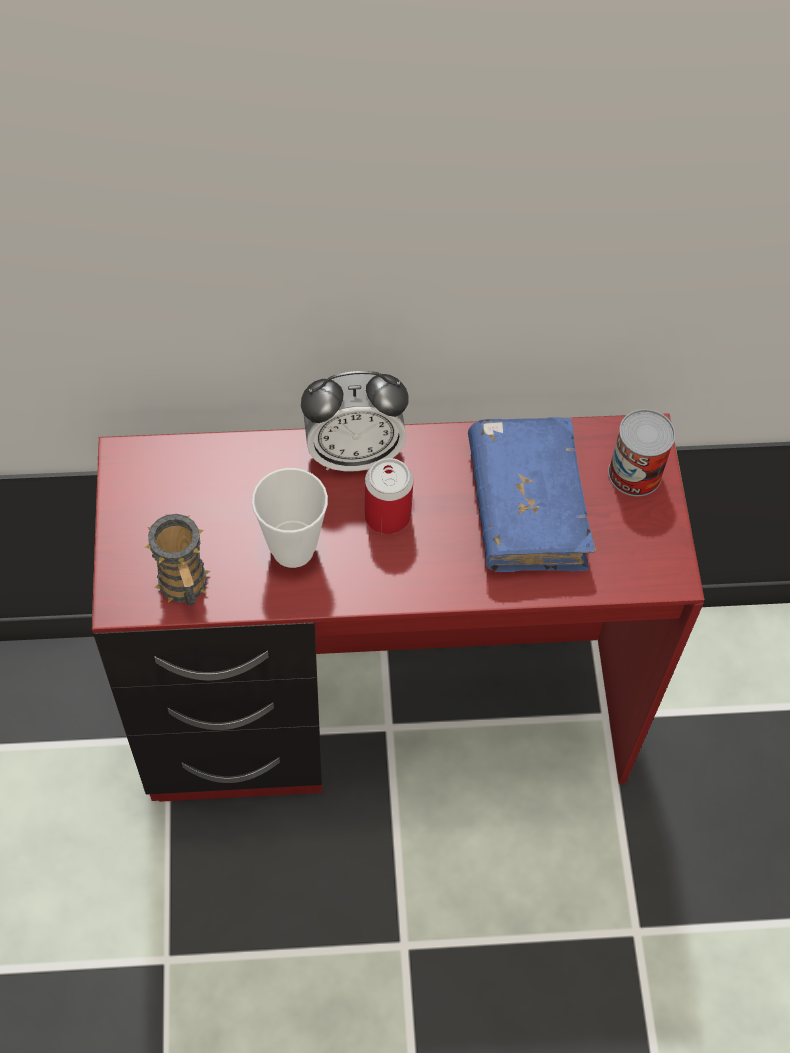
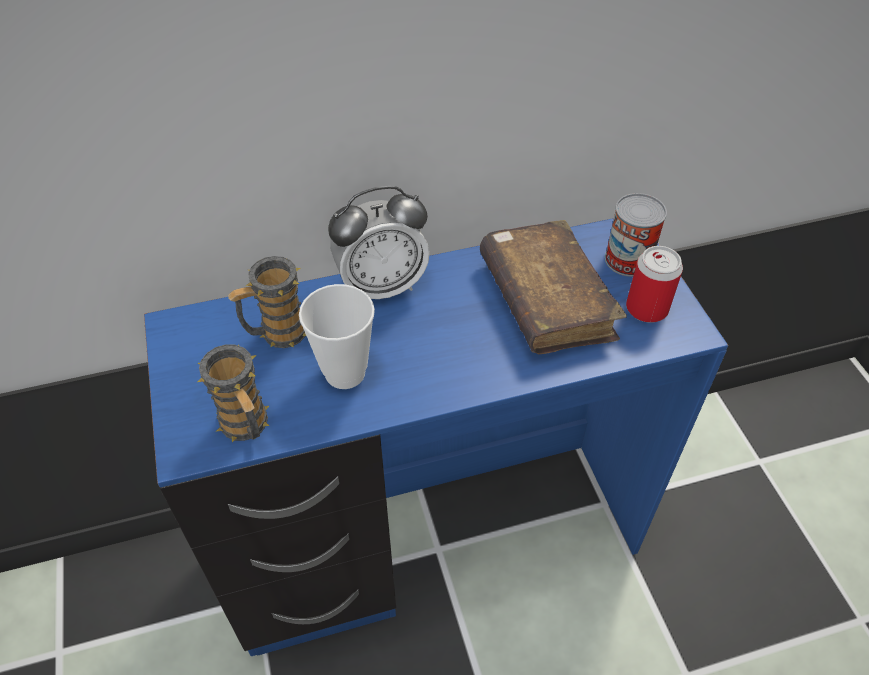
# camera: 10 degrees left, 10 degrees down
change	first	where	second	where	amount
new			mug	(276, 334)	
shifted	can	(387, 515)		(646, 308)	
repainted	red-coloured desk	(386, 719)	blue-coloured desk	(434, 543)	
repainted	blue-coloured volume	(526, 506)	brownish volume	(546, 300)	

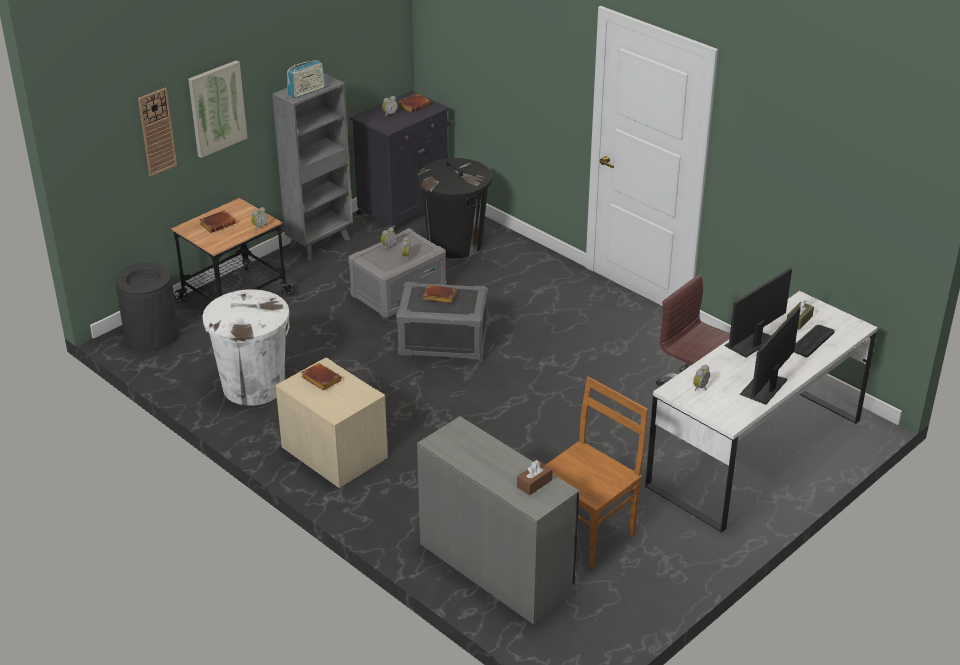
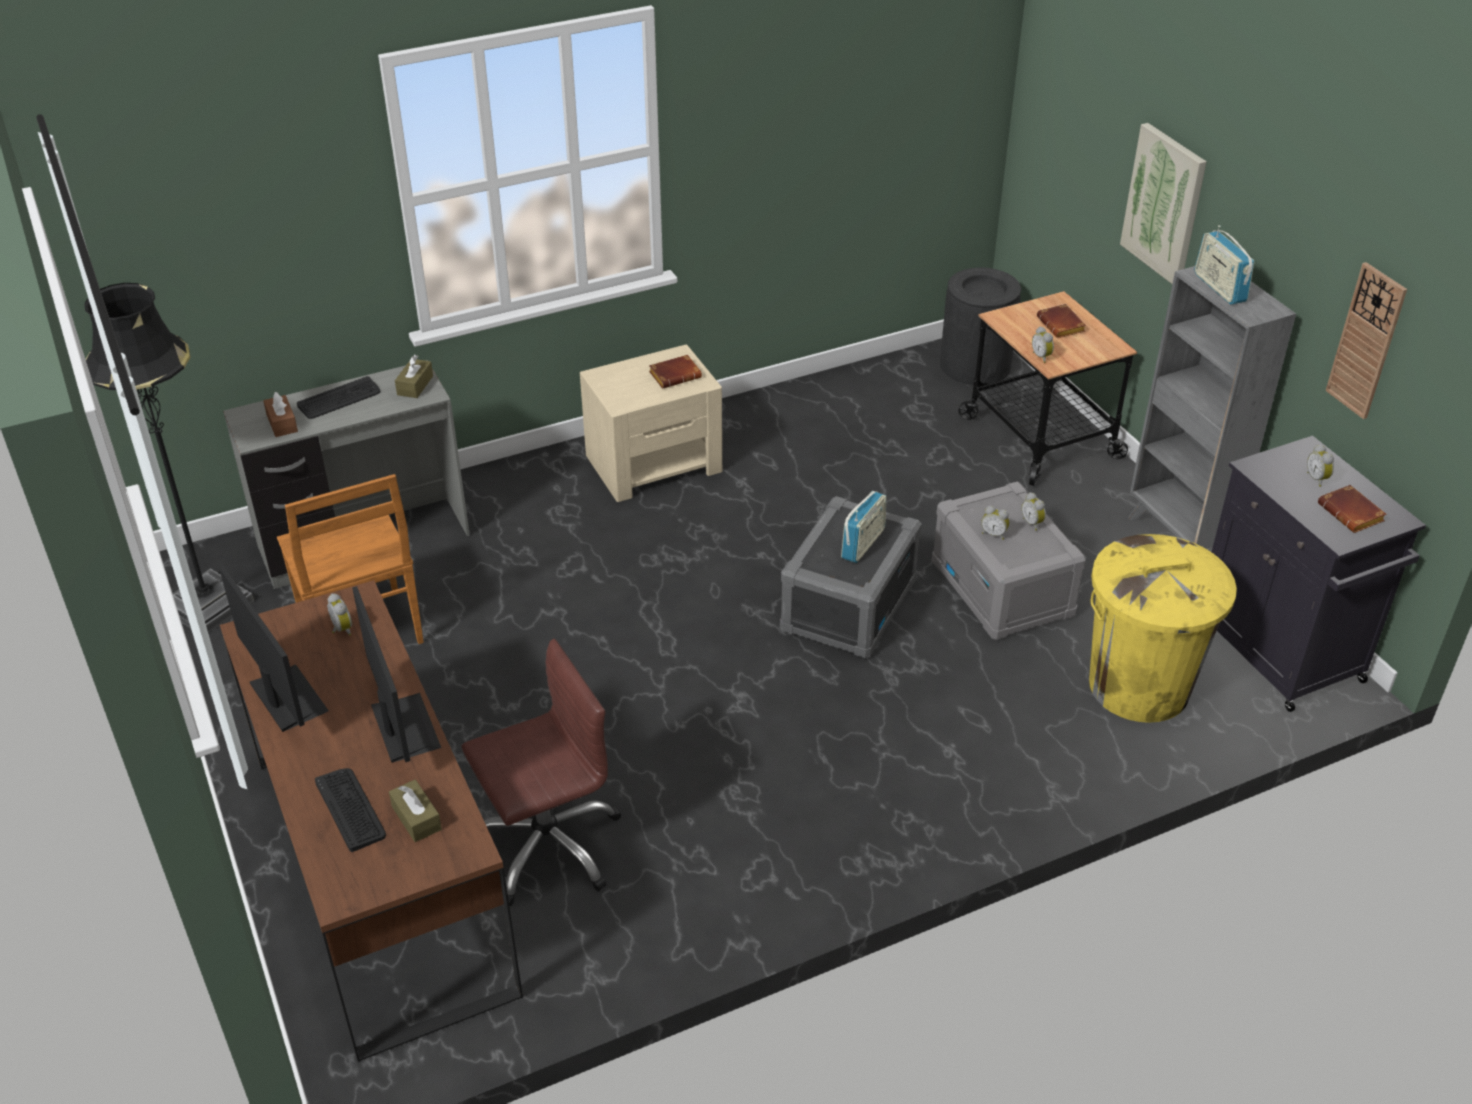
# camera: 110 degrees right, 5 degrees up
change	first	where	second	where	amount
gone	white rubbish bin	(253, 386)			
new			black standard lamp	(208, 605)	
new			keyboard	(339, 399)	
new			brownish tissue holder	(415, 385)	
shifted	wall clock	(157, 132)		(1366, 341)	
swapped	brownish volume	(438, 297)	radio set	(863, 544)	
repainted	black rubbish bin	(455, 243)	yellow-coloured rubbish bin	(1139, 686)	
repainted	white desk	(755, 452)	brownish desk	(382, 871)	

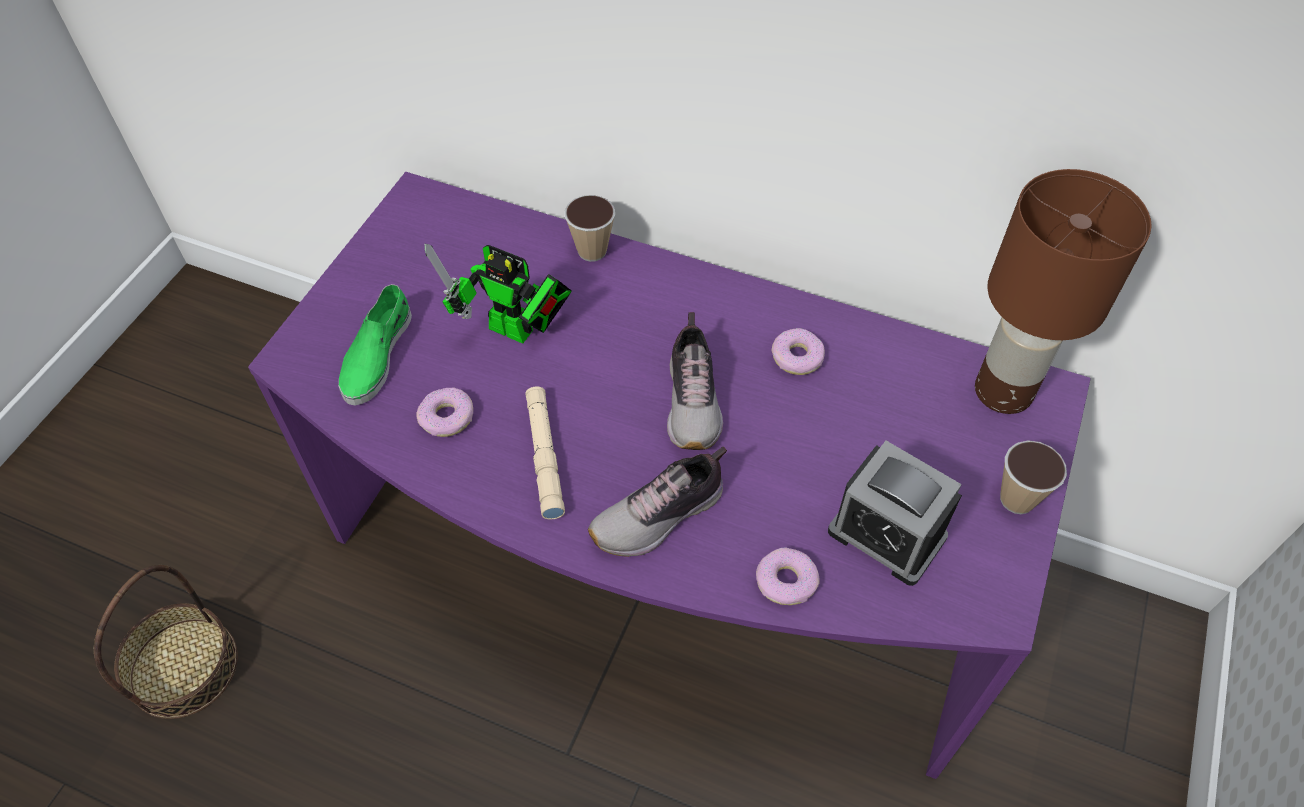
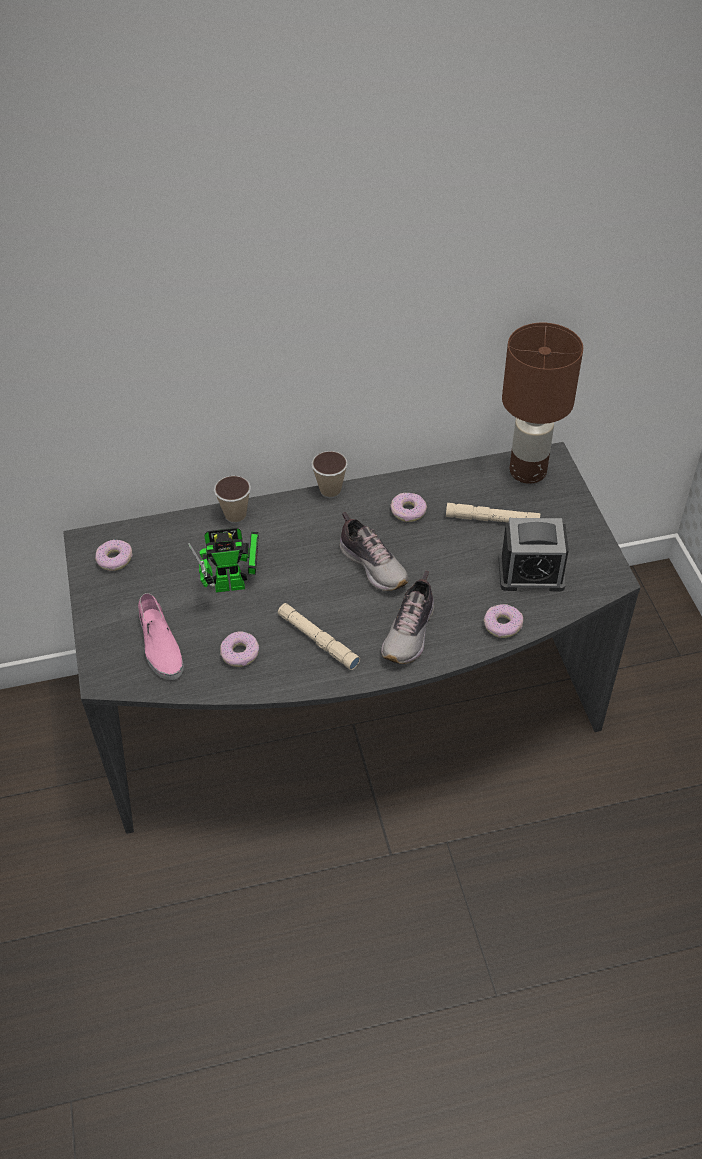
# camera: 35 degrees left, 5 degrees down
change	first	where	second	where	amount
gone	household basket	(183, 667)			
new			donut	(114, 559)	
new			sand-coloured hand torch	(492, 519)	
shifted	cup	(1017, 499)		(330, 491)	
repainted	purple-coloured desk	(656, 562)	grey desk	(352, 715)	
repainted	green-coloured shoe	(376, 355)	pinkish shoe	(160, 645)	

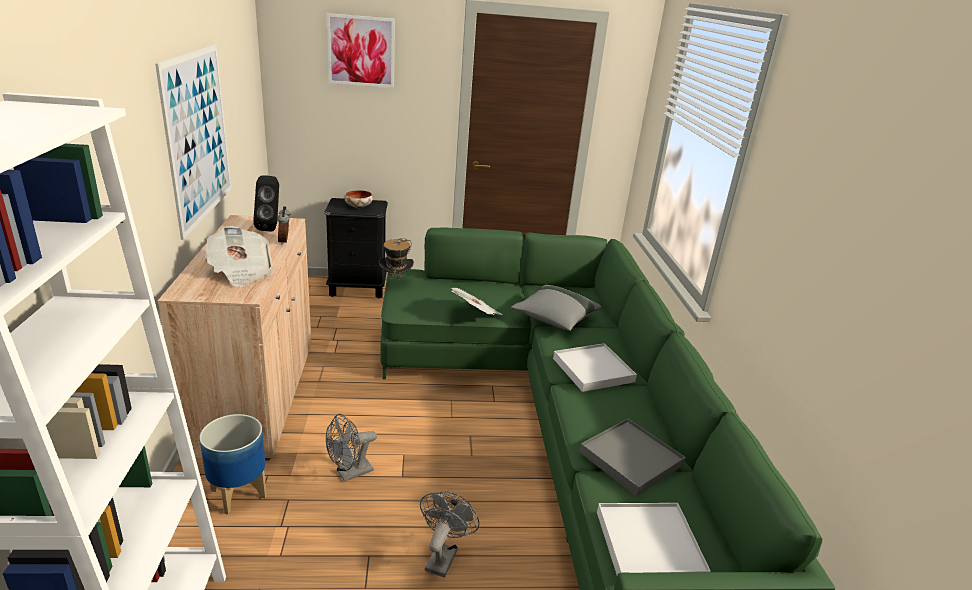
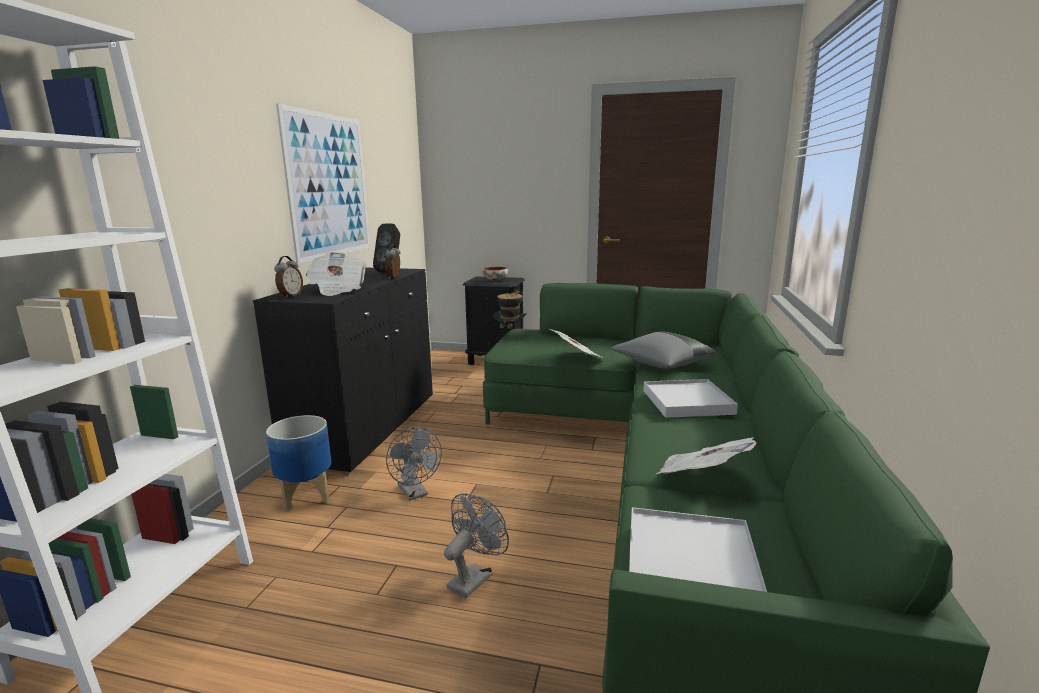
# camera: 20 degrees right, 10 degrees down
change	first	where	second	where	amount
gone	picture	(361, 51)			
new			table clock	(290, 296)	
swapped	grey serving tray	(630, 459)	daily paper	(701, 478)	
repainted	sand-coloured storage cabinet	(257, 395)	black storage cabinet	(366, 427)	
rotated	grey electric fan	(350, 473)		(415, 493)	105 degrees counterclockwise

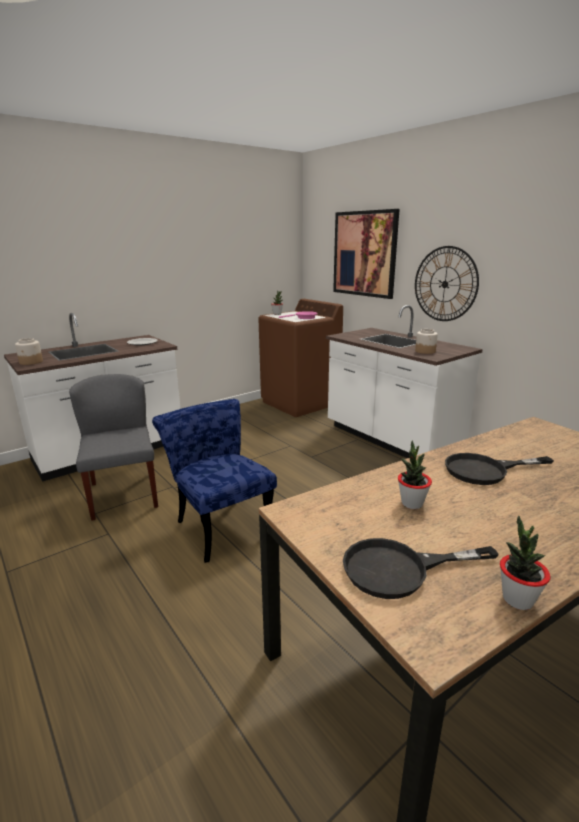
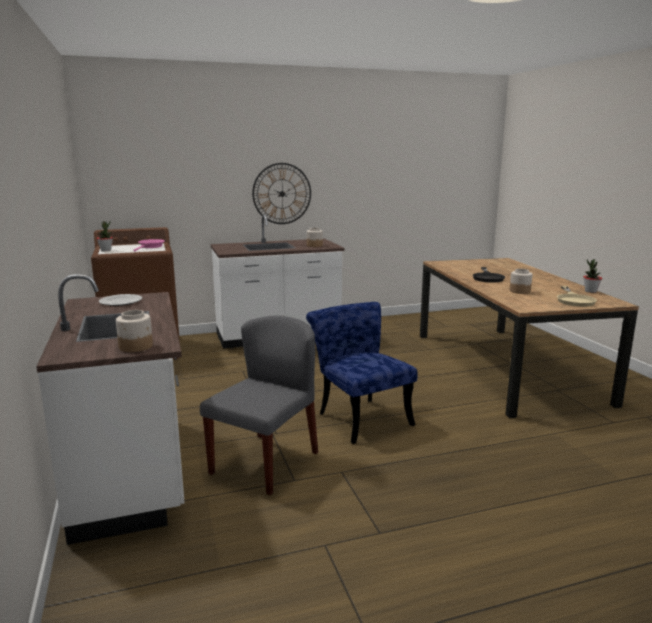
# camera: 70 degrees left, 5 degrees down
change	first	where	second	where	amount
gone	picture	(364, 254)			
swapped	plant in a pot	(411, 503)	preserve jar	(519, 291)	
repainted	black frying pan	(399, 569)	sand-coloured frying pan	(574, 300)	
rotated	grey chair	(123, 494)		(265, 462)	120 degrees clockwise
rotated	blue-coloured chair	(220, 523)		(359, 416)	75 degrees clockwise

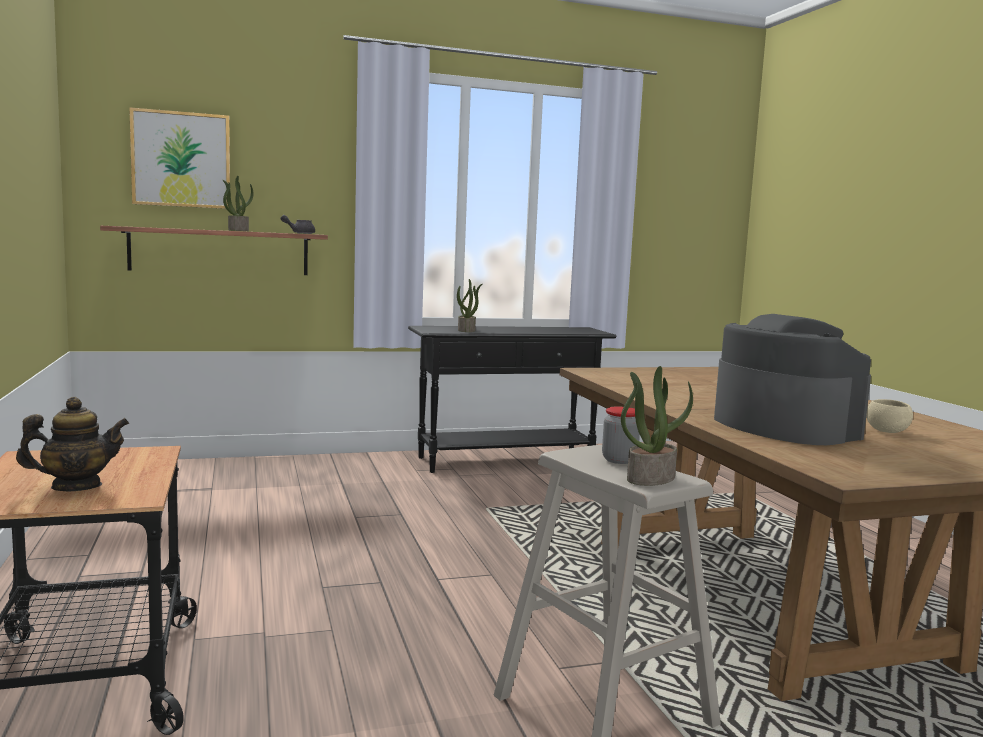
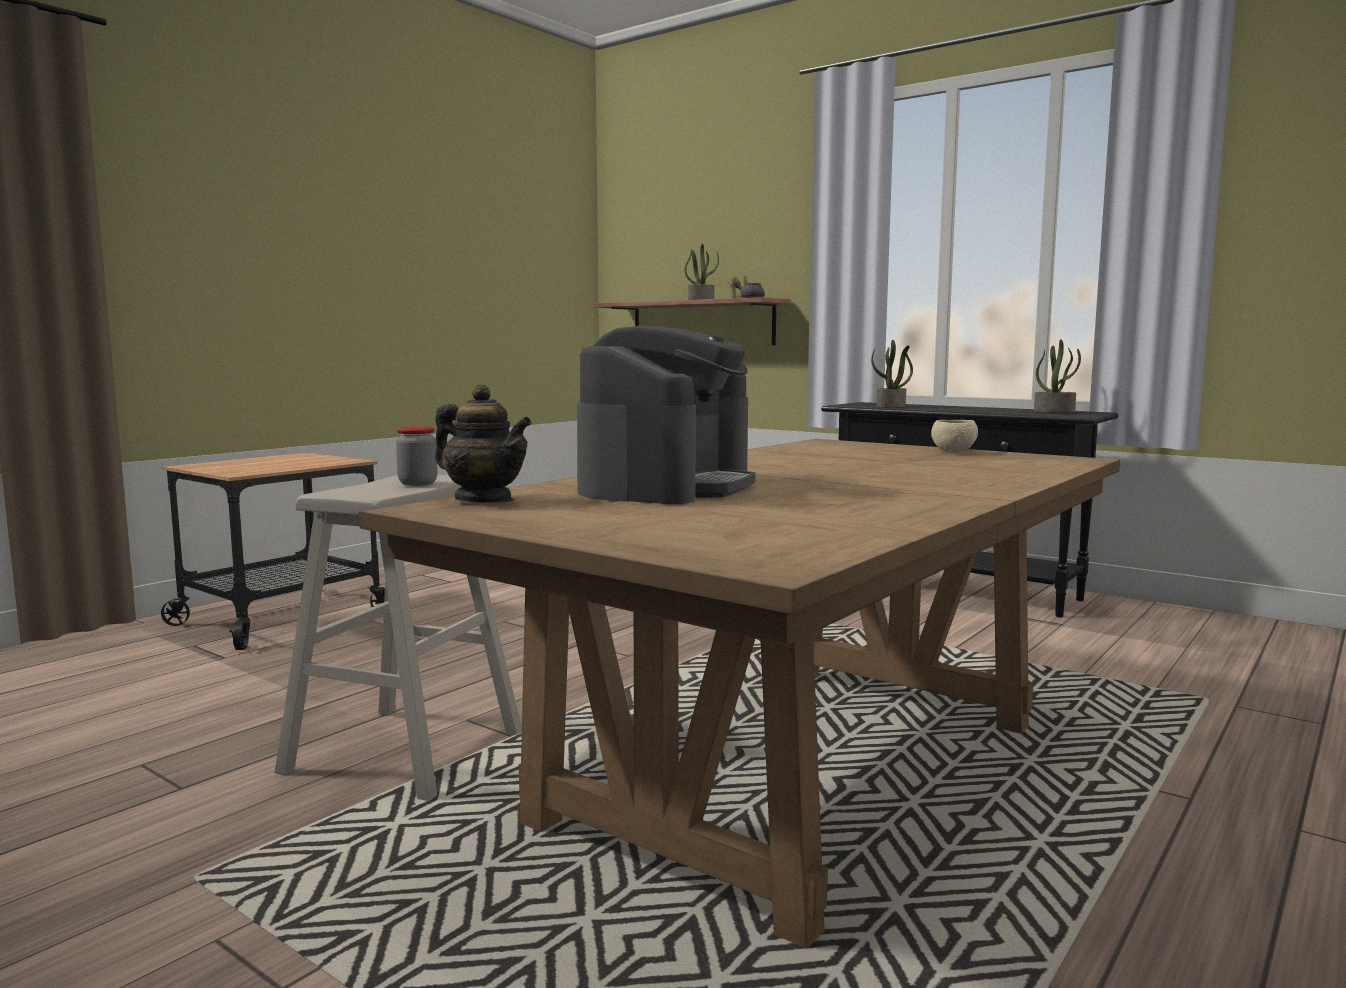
# camera: 55 degrees right, 0 degrees up
change	first	where	second	where	amount
gone	picture	(181, 159)			
shifted	tea pot	(76, 487)		(484, 500)	
shifted	plant in a pot	(650, 478)		(1054, 411)	
shifted	sand-coloured serving bowl	(886, 431)		(953, 452)	

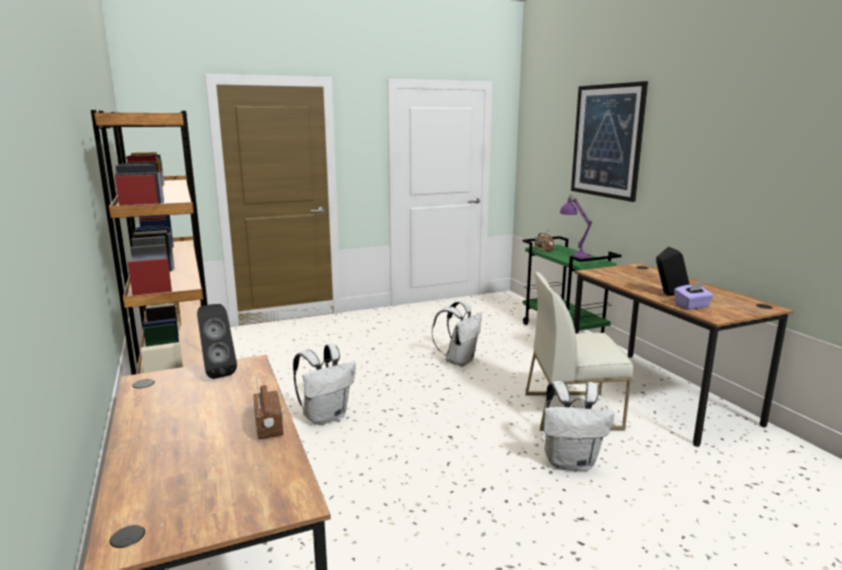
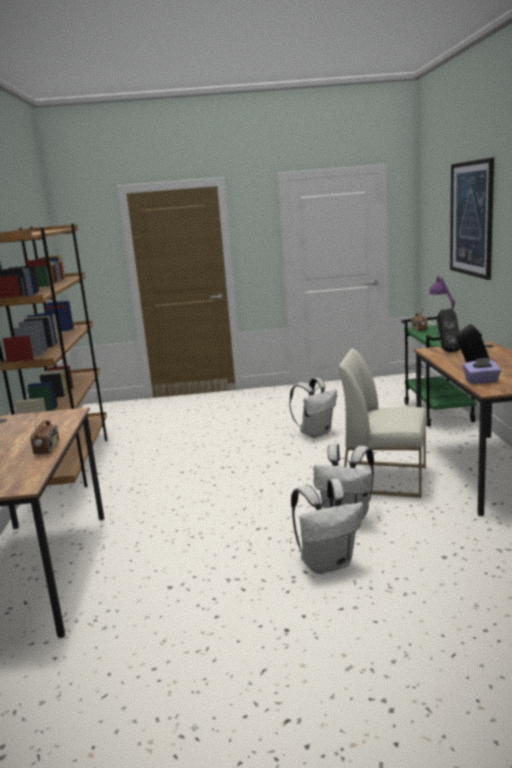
# camera: 20 degrees right, 0 degrees up
change	first	where	second	where	amount
shifted	black loudspeaker	(217, 372)		(446, 351)	
shifted	white backpack	(325, 417)		(327, 563)	

